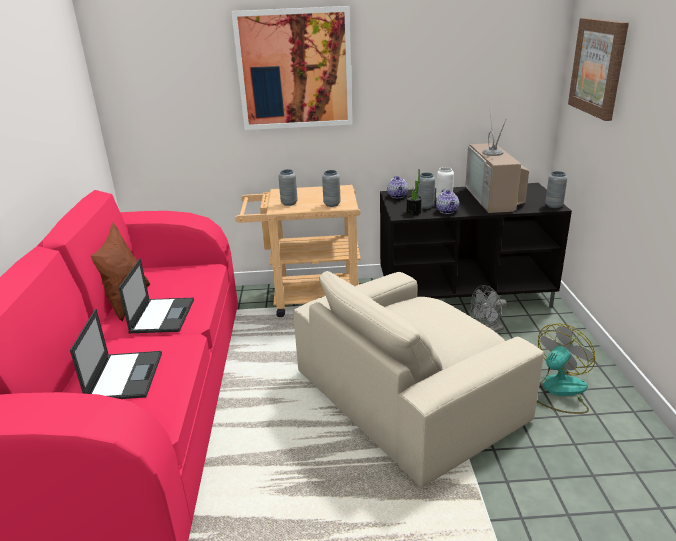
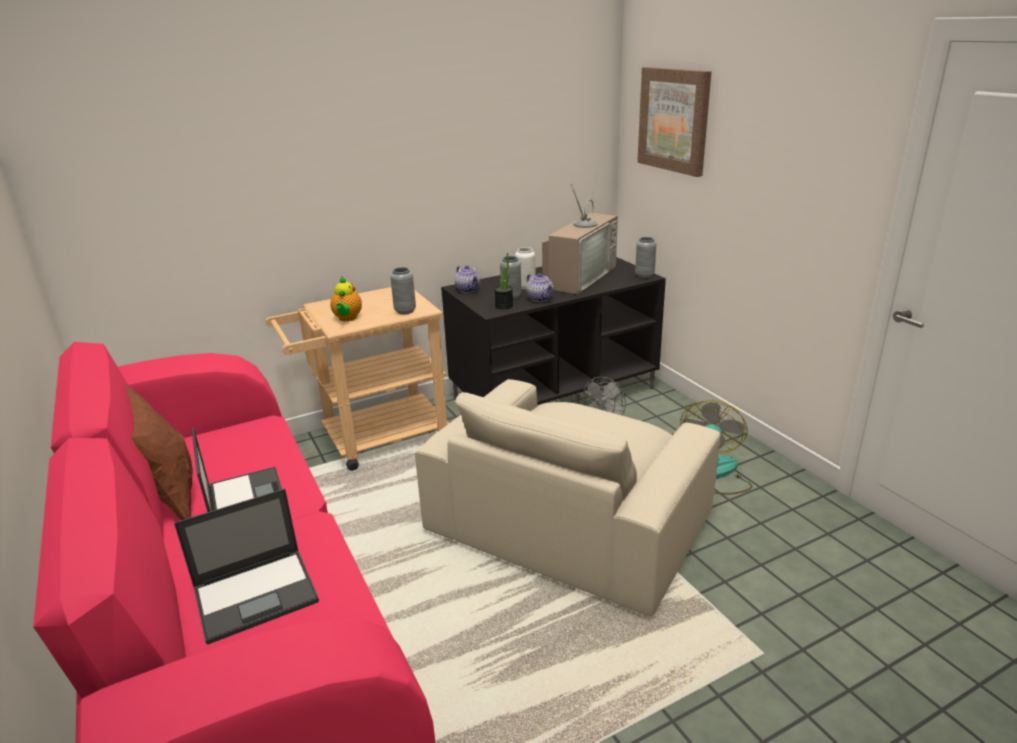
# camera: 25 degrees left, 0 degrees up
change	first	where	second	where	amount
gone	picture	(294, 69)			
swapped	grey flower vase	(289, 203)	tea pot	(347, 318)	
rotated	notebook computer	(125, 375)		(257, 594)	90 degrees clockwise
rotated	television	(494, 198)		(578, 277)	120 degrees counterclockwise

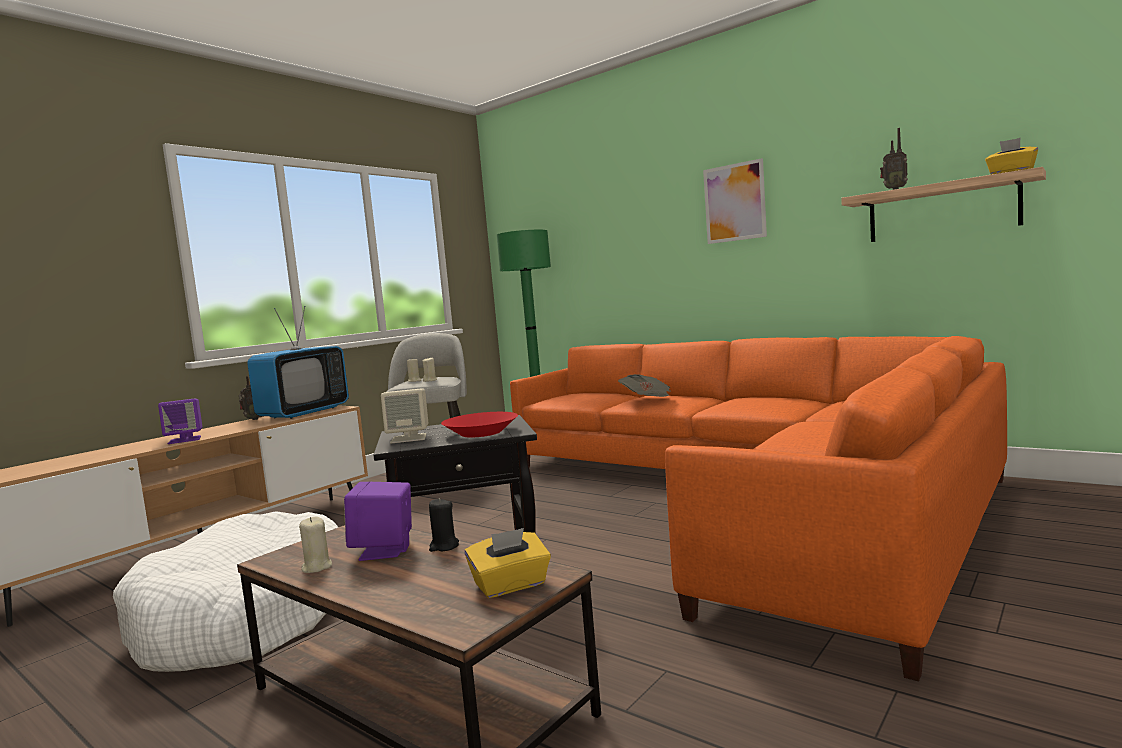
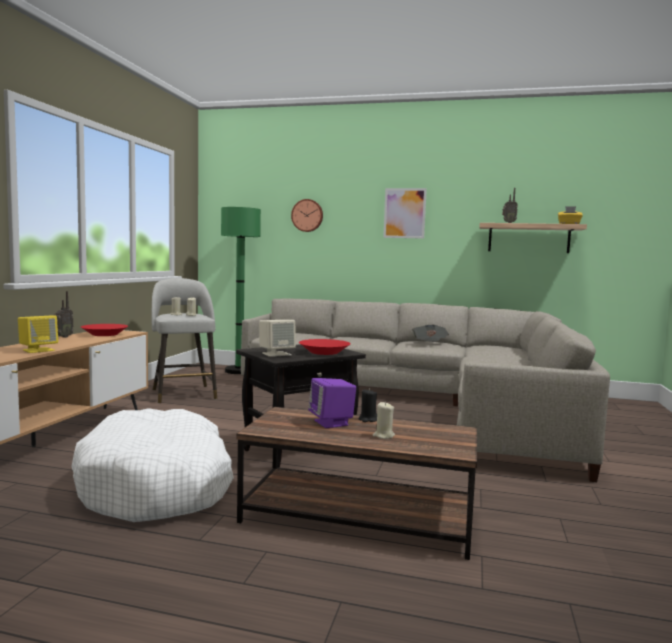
# camera: 25 degrees left, 0 degrees up
change	first	where	second	where	amount
gone	yellow-coloured tissue holder	(511, 585)			
new			wall clock	(307, 215)	
shifted	sand-coloured wax candle	(316, 567)		(383, 436)	
shifted	daily paper	(648, 401)		(429, 343)	
swapped	television	(304, 413)	red-coloured serving bowl	(104, 334)	
repainted	purple-coloured loudspeaker	(185, 440)	yellow-coloured loudspeaker	(38, 350)	
repainted	orange settee	(754, 496)	grey settee	(428, 403)	

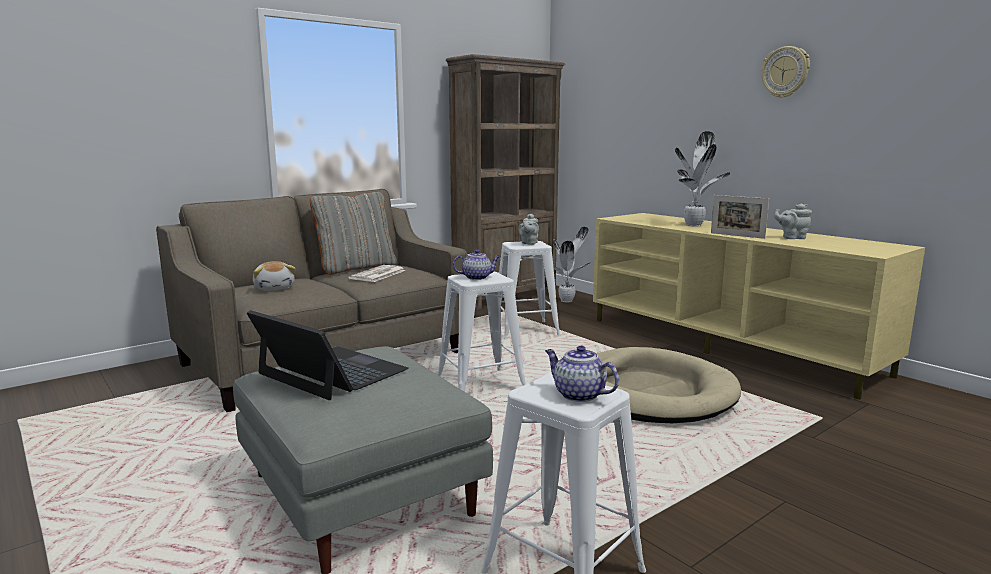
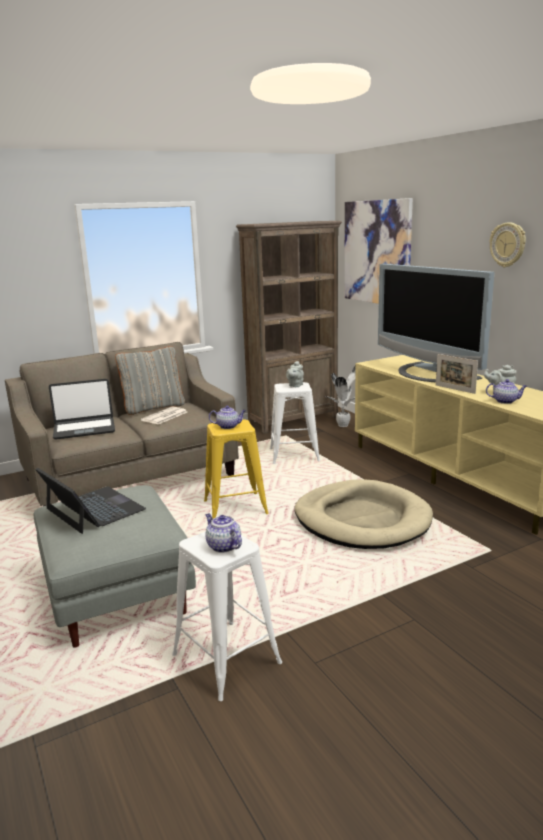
# camera: 10 degrees right, 5 degrees up
change	first	where	second	where	amount
new			picture	(377, 252)	
new			tea pot	(505, 401)	
swapped	soft toy	(275, 288)	notebook computer	(84, 429)	
swapped	plant in a pot	(694, 225)	television	(431, 373)	
repainted	white stool seat	(480, 386)	yellow-coloured stool seat	(235, 508)	

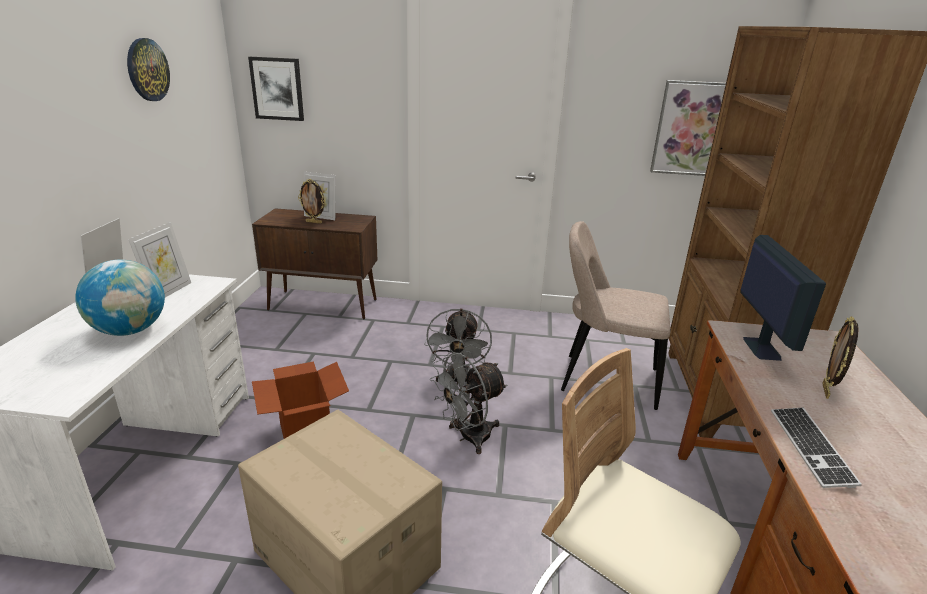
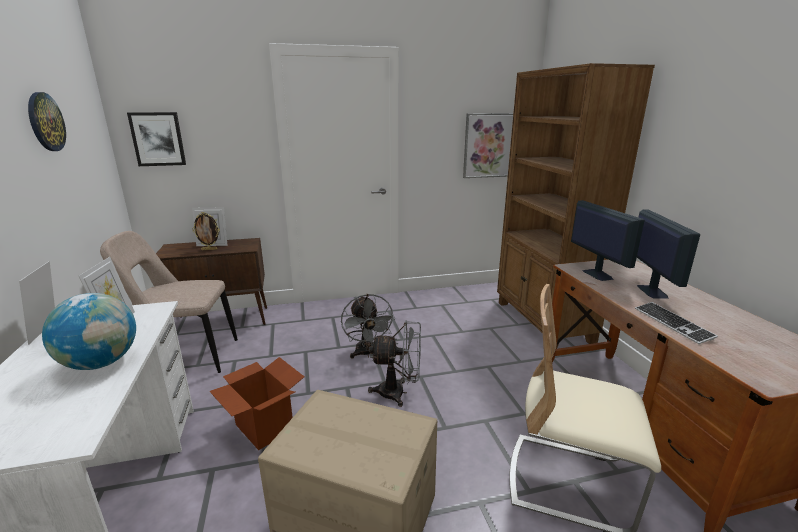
# camera: 20 degrees left, 5 degrees down
change	first	where	second	where	amount
shifted	sand-coloured chair	(603, 379)		(186, 358)	
swapped	photo frame	(826, 391)	computer screen	(651, 291)	
rotated	grey electric fan	(468, 437)		(398, 393)	120 degrees counterclockwise

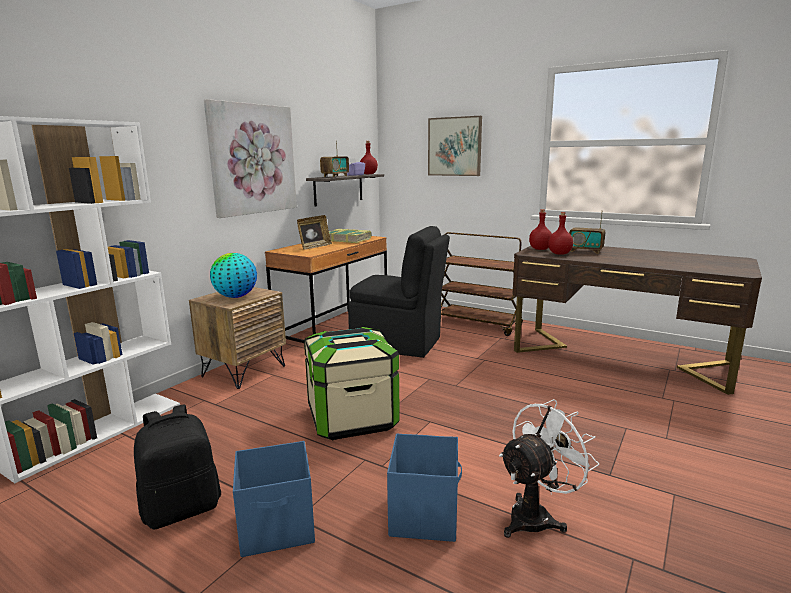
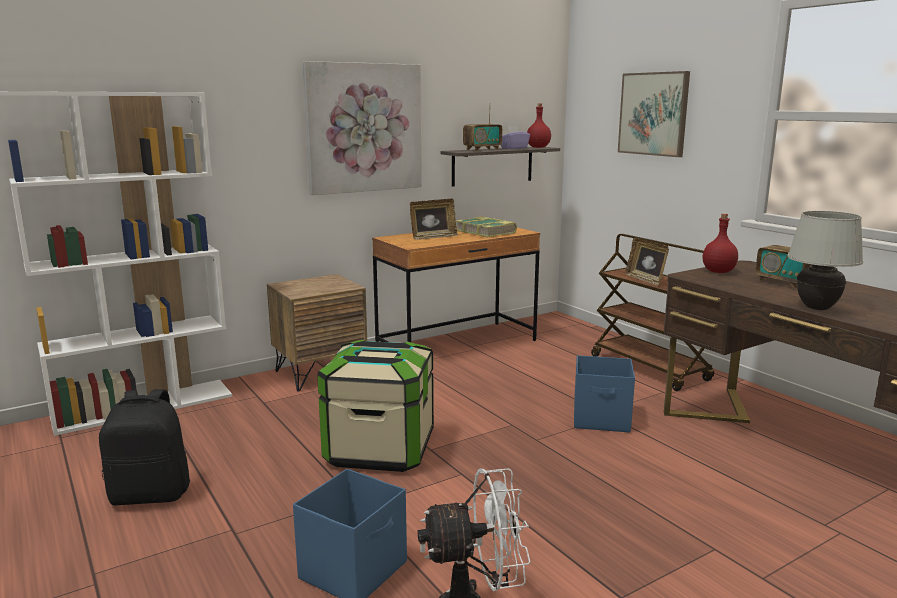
# camera: 25 degrees right, 0 degrees up
change	first	where	second	where	amount
gone	world globe	(235, 297)			
gone	black chair	(398, 343)			
gone	red-coloured drink bottle	(559, 254)			
new			photo frame	(645, 280)	
new			white lamp for a table	(816, 308)	
shifted	blue-coloured storage container	(278, 527)		(602, 419)	

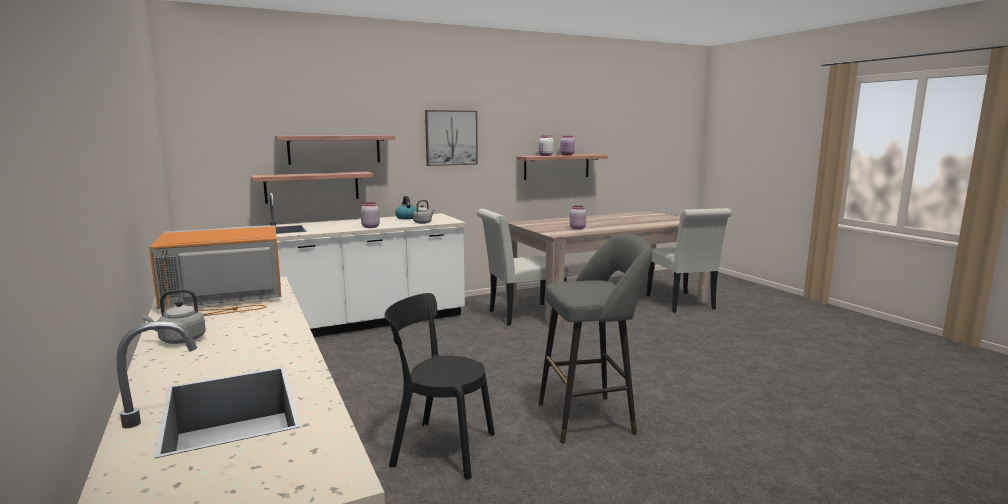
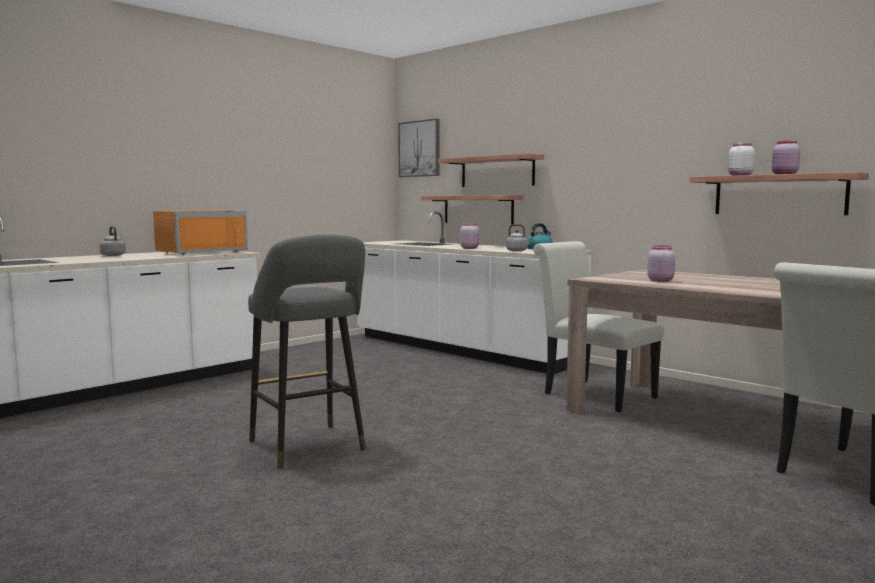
# camera: 70 degrees right, 5 degrees down
change	first	where	second	where	amount
gone	black chair	(439, 448)			
shifted	picture	(451, 138)		(419, 148)	
rotated	orange kitchen microwave	(223, 297)		(199, 252)	90 degrees clockwise

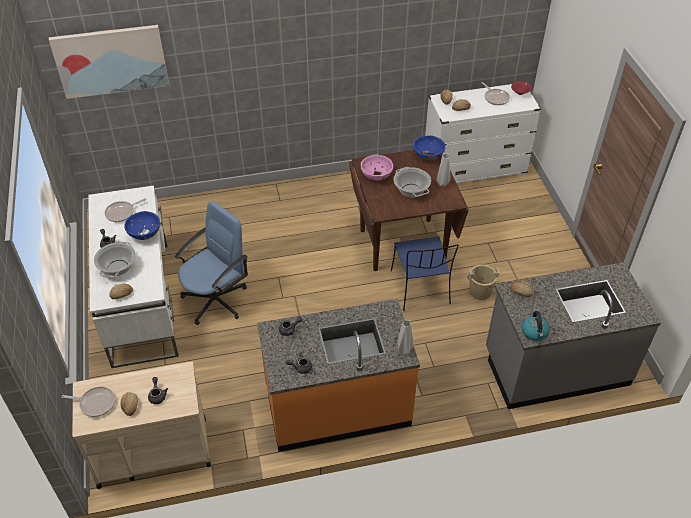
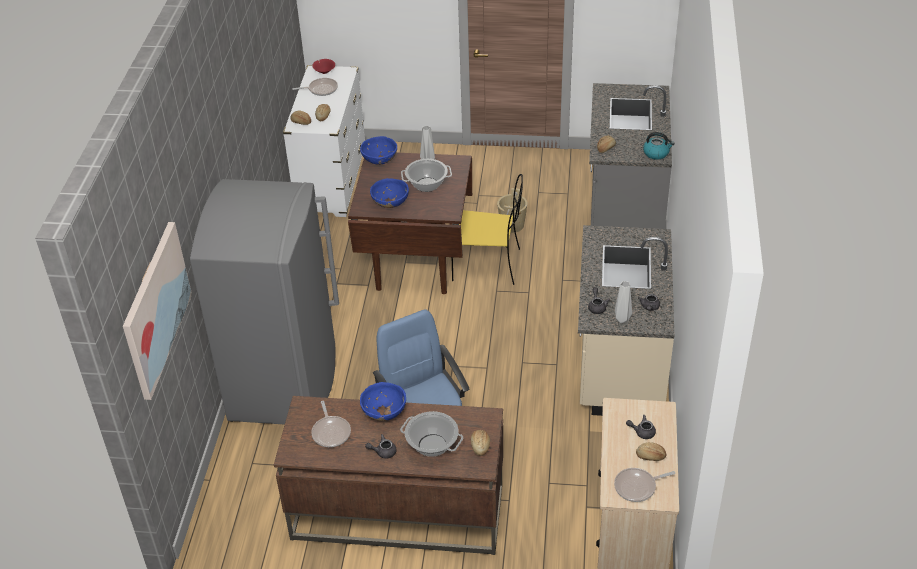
# camera: 70 degrees left, 5 degrees down
change	first	where	second	where	amount
new			grey refrigerator	(285, 383)	
shifted	grey flower vase	(404, 351)		(623, 319)	
repainted	white desk	(141, 302)	brownish desk	(397, 512)	
repainted	orange counter	(337, 406)	sand-coloured counter	(619, 362)	
repainted	pinkish serving bowl	(376, 176)	blue-coloured serving bowl	(390, 204)	
repainted	blue-coloured chair	(421, 289)	yellow-coloured chair	(488, 265)	
rotated	frying pan	(95, 403)		(637, 487)	135 degrees counterclockwise

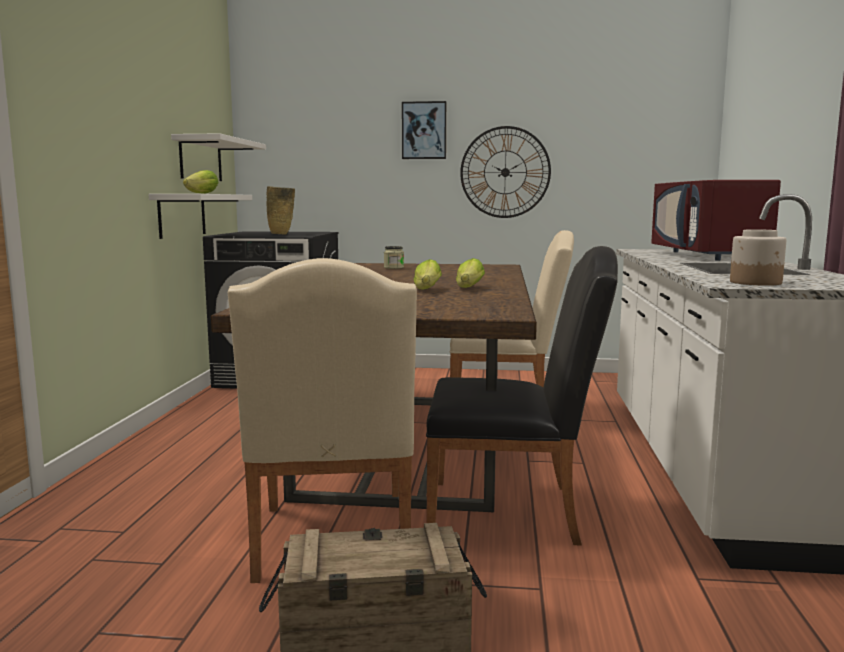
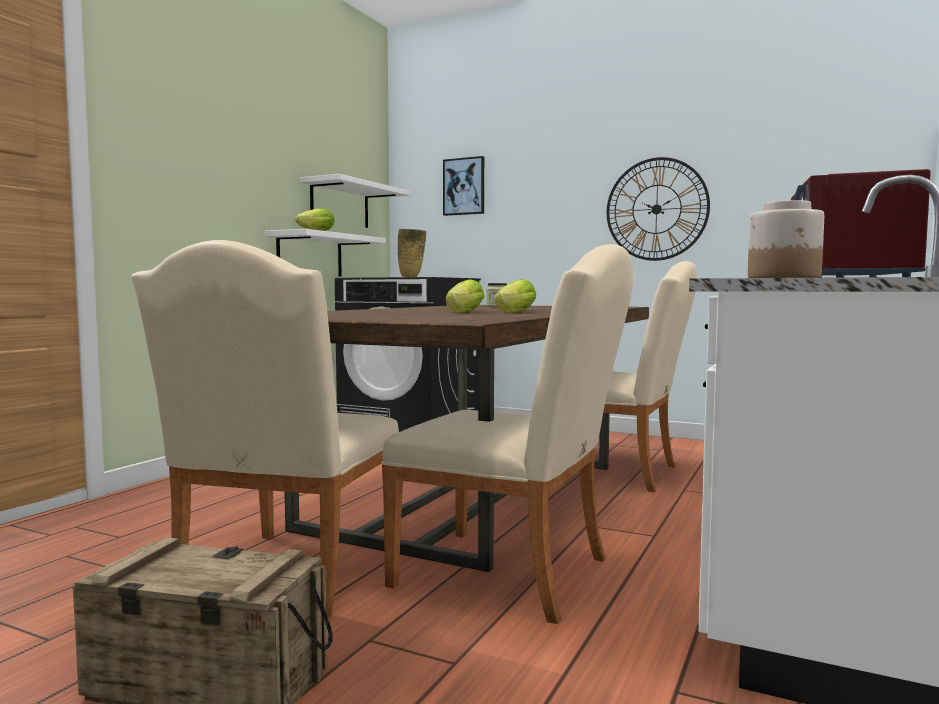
# camera: 20 degrees right, 5 degrees down
change	first	where	second	where	amount
shifted	picture	(424, 130)		(464, 186)	
repainted	black chair	(515, 511)	sand-coloured chair	(515, 575)	

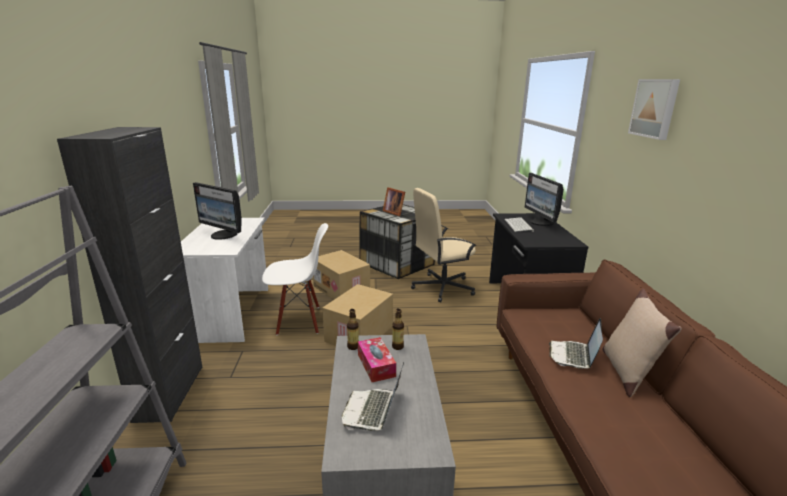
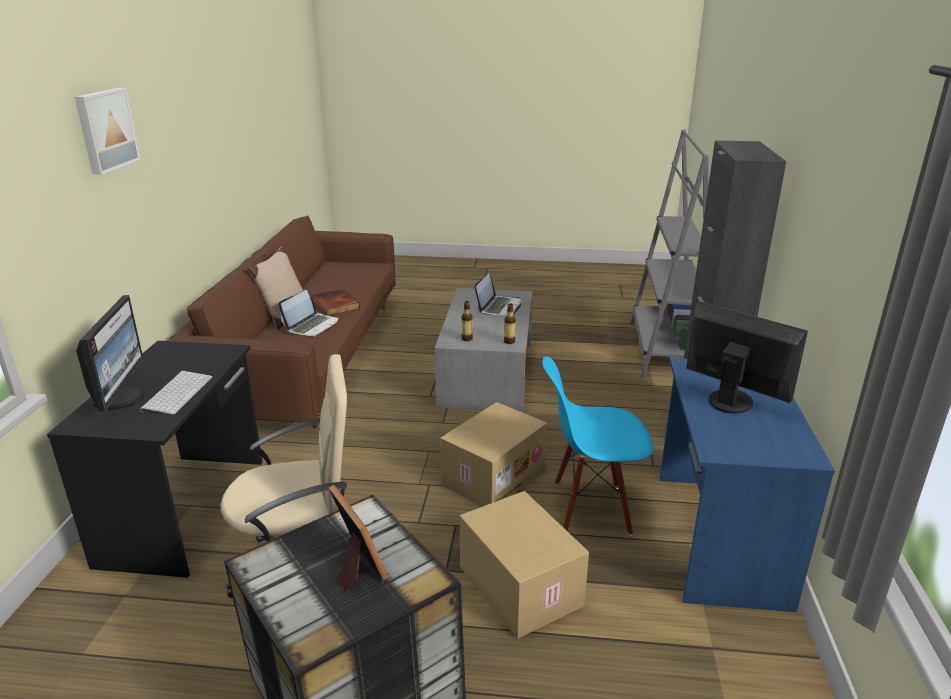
# camera: 170 degrees left, 5 degrees up
change	first	where	second	where	amount
gone	tissue holder	(376, 365)			
new			volume	(334, 305)	
repainted	white desk	(231, 313)	blue-coloured desk	(717, 537)	
repainted	white chair	(299, 320)	blue-coloured chair	(590, 509)	

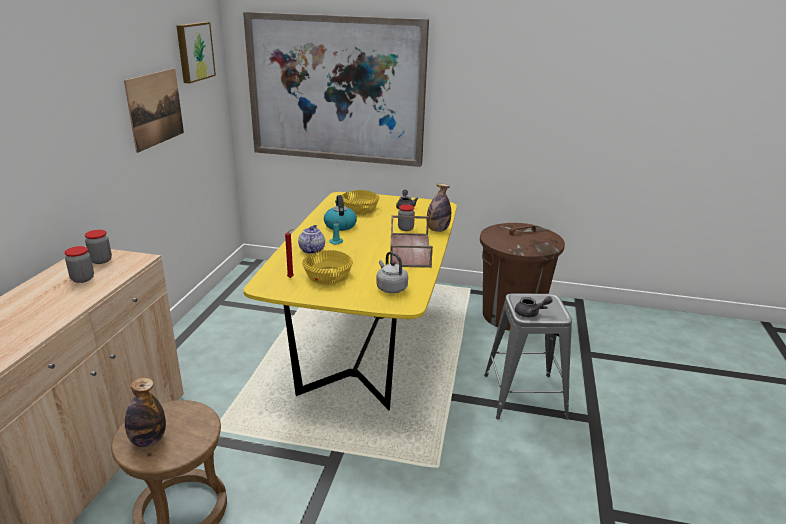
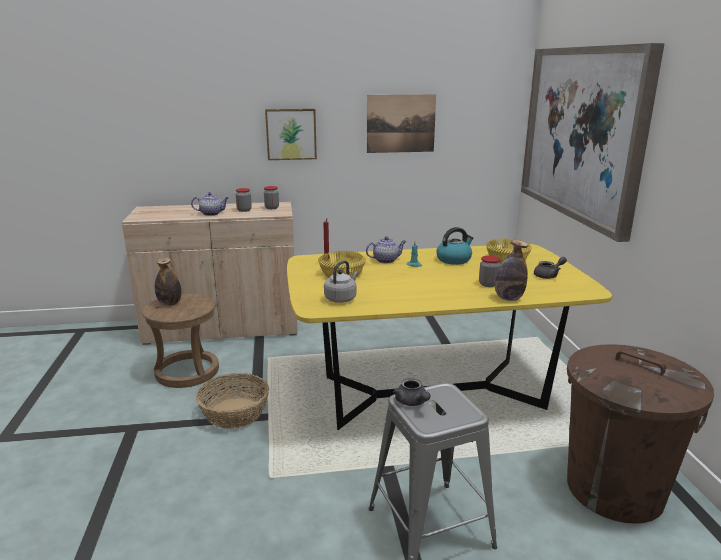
# camera: 70 degrees right, 5 degrees down
change	first	where	second	where	amount
gone	brownish serving tray	(409, 249)			
new			tea pot	(212, 214)	
new			household basket	(235, 412)	
shifted	picture	(194, 51)		(291, 134)	

